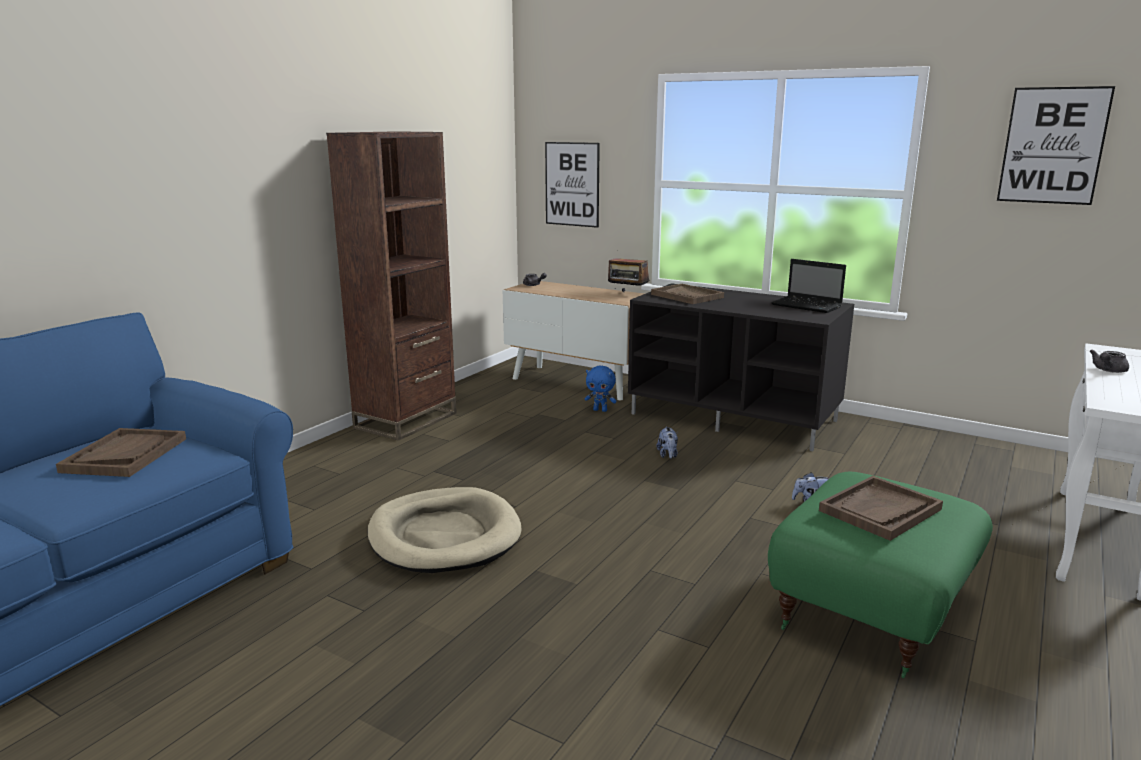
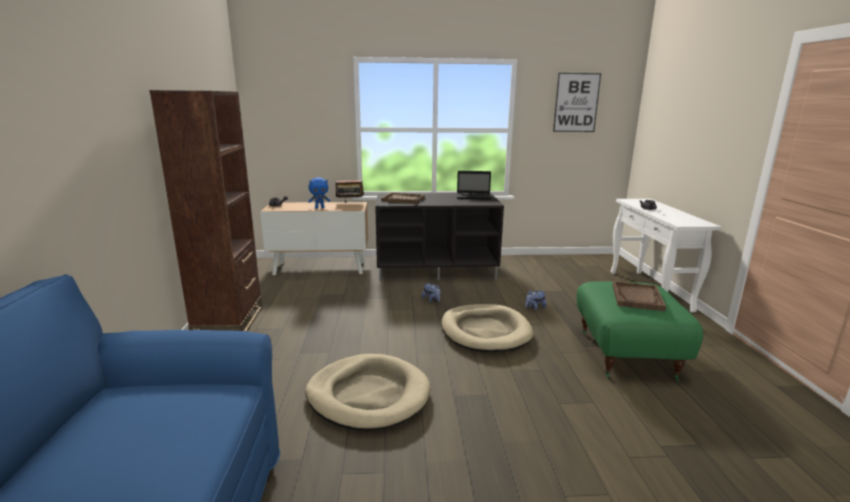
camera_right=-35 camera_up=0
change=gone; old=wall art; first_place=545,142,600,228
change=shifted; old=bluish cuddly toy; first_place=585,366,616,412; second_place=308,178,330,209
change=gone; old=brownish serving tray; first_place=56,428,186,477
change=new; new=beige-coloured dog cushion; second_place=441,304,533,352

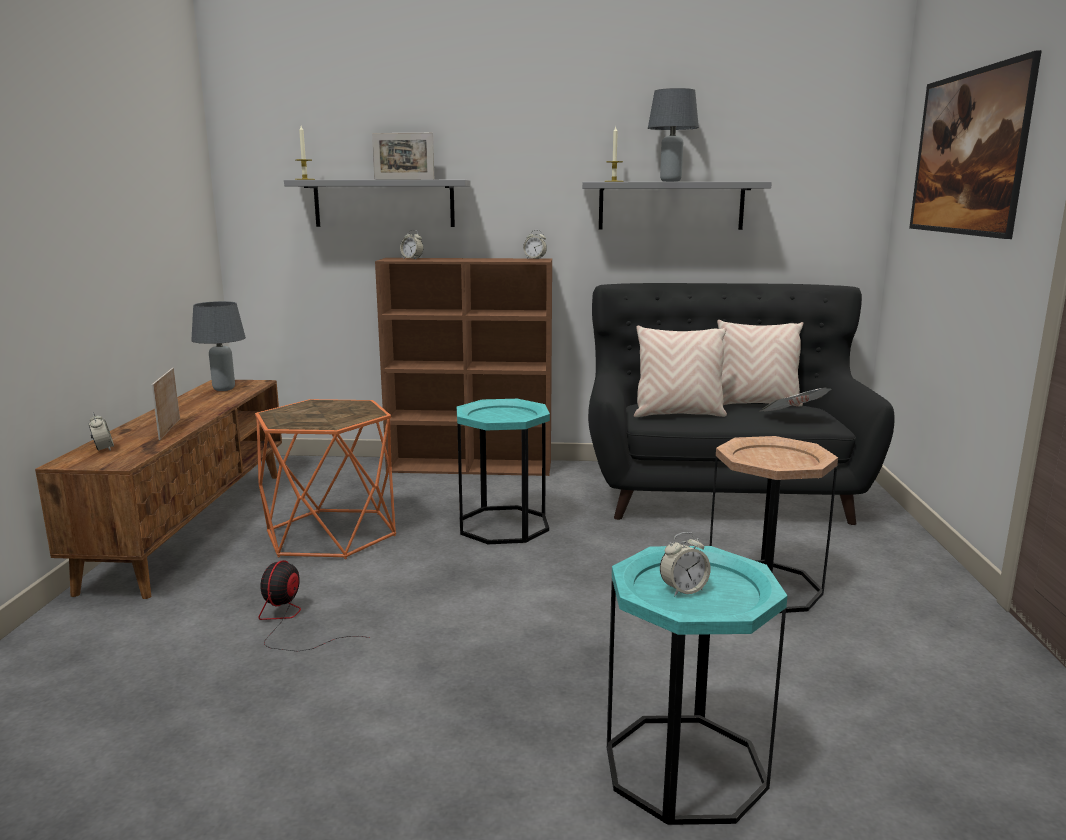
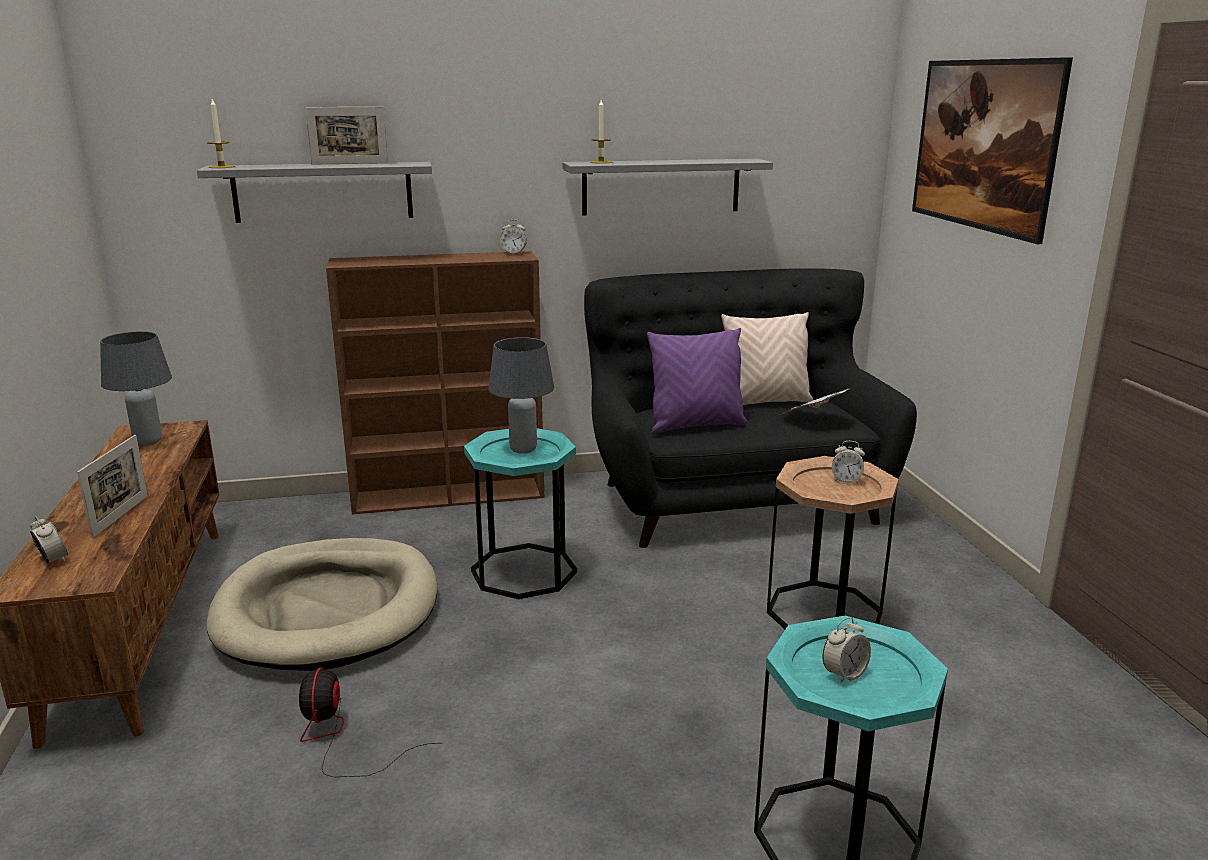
camera_right=-15 camera_up=5
change=shifted; old=gray lamp for a table; first_place=648,88,699,182; second_place=489,337,554,454
change=shifted; old=bedside clock; first_place=400,230,424,259; second_place=832,441,865,484
change=repainted; old=beige-coloured cushion; new=purple cushion; first_place=634,326,727,417; second_place=647,328,748,434
change=rotated; old=standing frame; first_place=151,367,180,440; second_place=77,435,148,538; degrees=-150
change=swapped; old=orangey side table; new=beige-coloured dog cushion; first_place=255,399,396,559; second_place=206,538,437,671

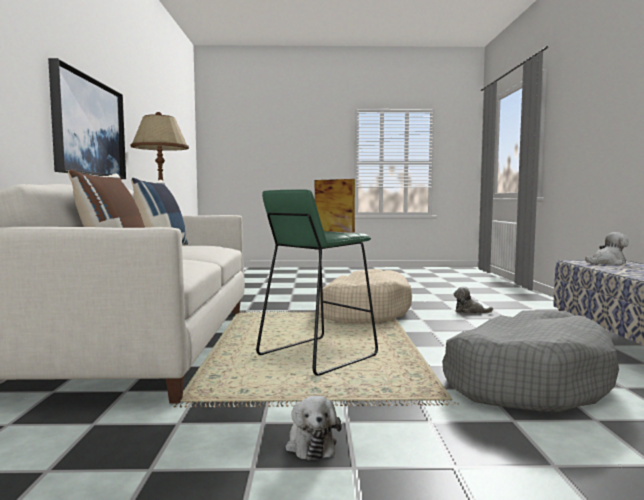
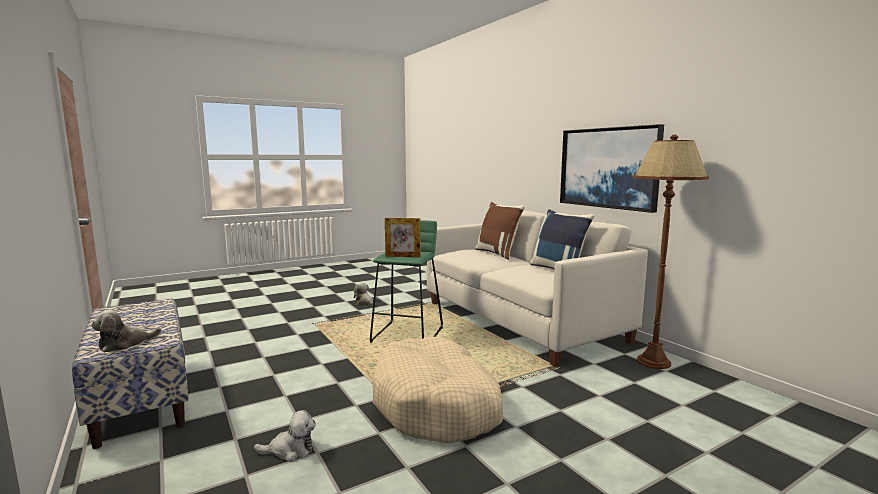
camera_right=150 camera_up=5
change=gone; old=gray dog cushion; first_place=442,310,619,412

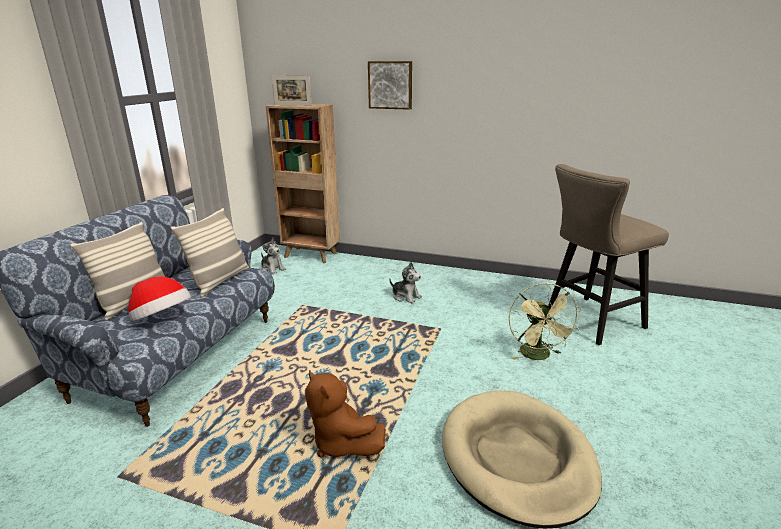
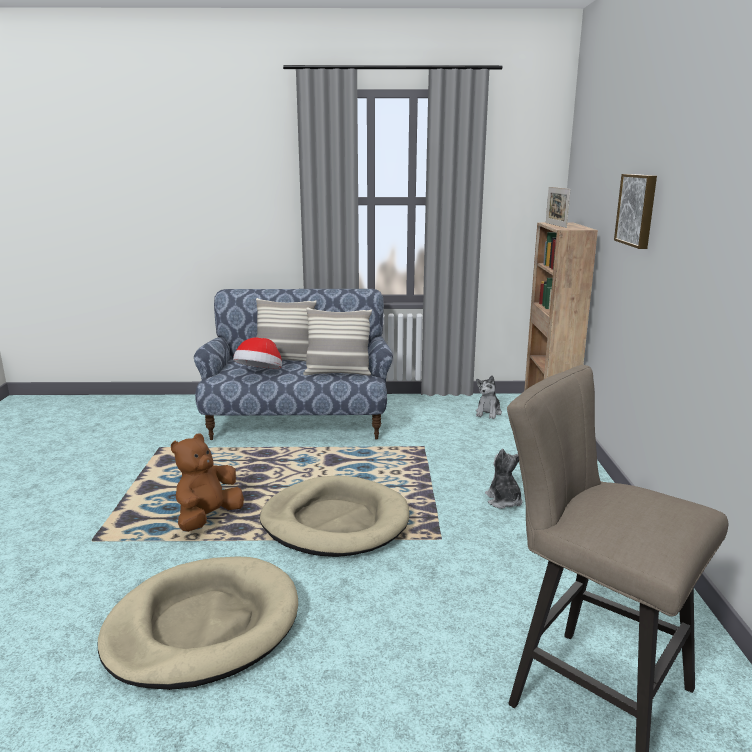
camera_right=70 camera_up=-5
change=rotated; old=cuddly toy; first_place=389,262,422,304; second_place=485,448,522,509; degrees=150
change=gone; old=greenish electric fan; first_place=509,283,581,360
change=new; new=beige-coloured dog cushion; second_place=260,475,409,557

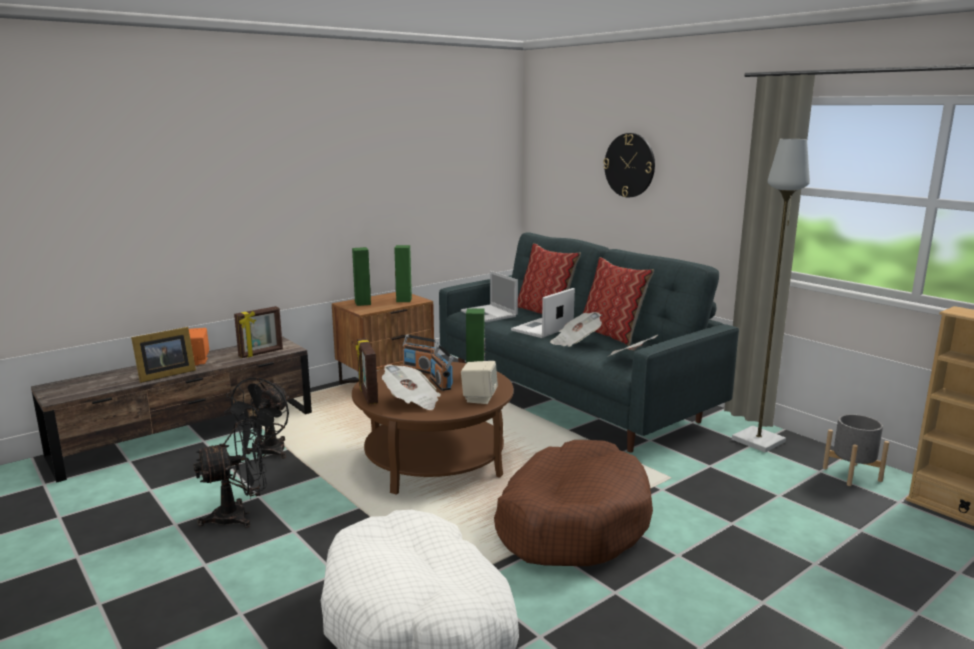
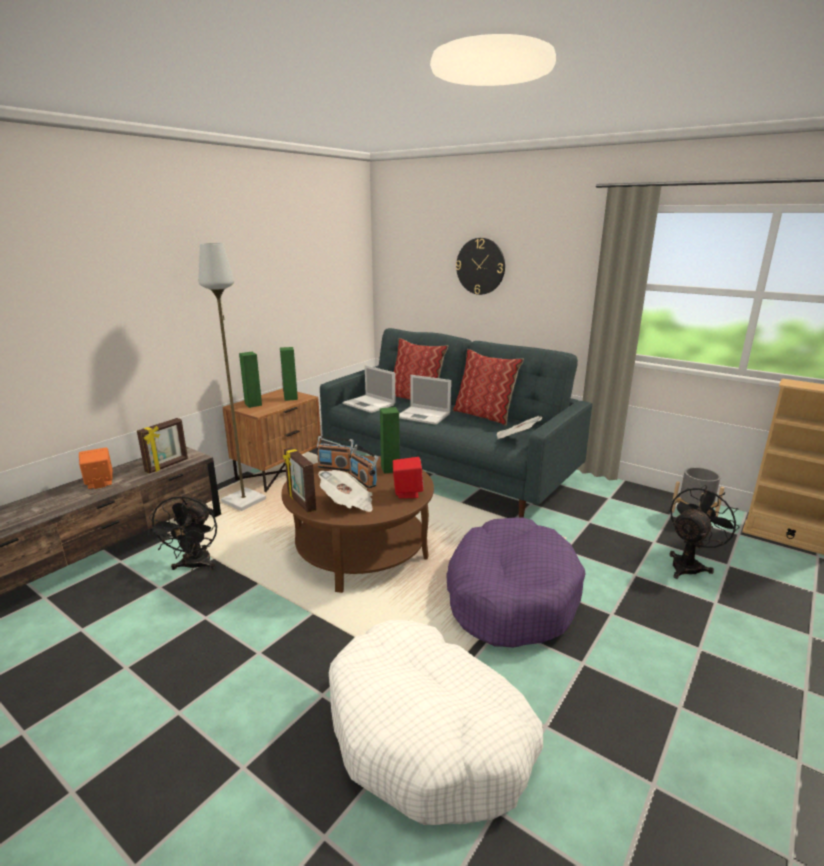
camera_right=-15 camera_up=5
change=shifted; old=gray standard lamp; first_place=732,139,810,453; second_place=198,243,266,511
change=rotated; old=portable computer; first_place=511,288,575,338; second_place=399,375,451,425; degrees=-90
change=gone; old=daily paper; first_place=550,312,602,347
change=gone; old=standing frame; first_place=131,327,196,383
change=repainted; old=beige-coloured audio speaker; new=reddish audio speaker; first_place=461,361,498,404; second_place=393,457,424,498
change=shifted; old=black electric fan; first_place=193,419,267,528; second_place=669,485,739,579
change=repainted; old=brownish dog cushion; new=purple dog cushion; first_place=494,440,653,566; second_place=446,517,586,648

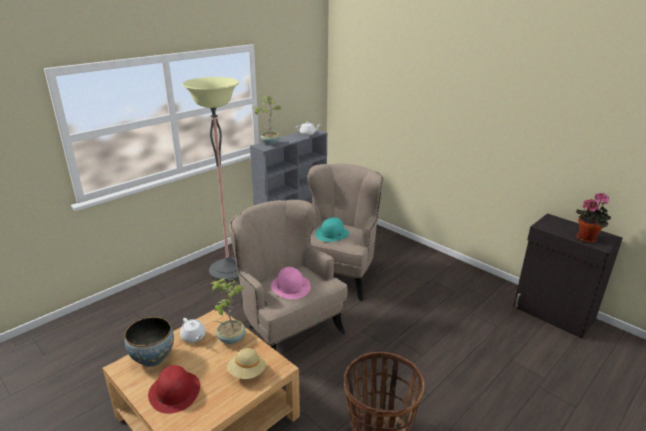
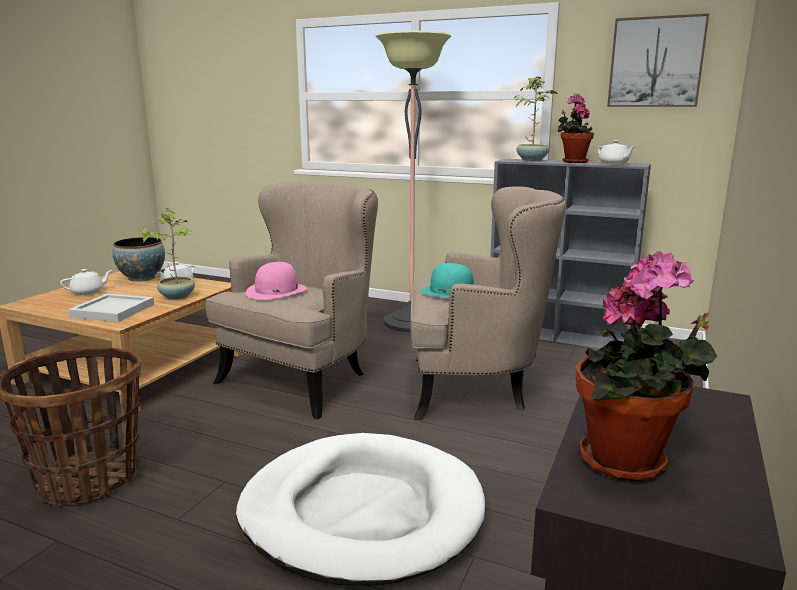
camera_right=70 camera_up=-10
change=swapped; old=beige-coloured hat; new=white-coloured serving tray; first_place=227,348,266,379; second_place=68,293,154,322
change=swapped; old=reddish hat; new=white-coloured teapot; first_place=148,365,200,414; second_place=60,269,113,295
change=new; new=wall art; second_place=607,13,709,107
change=new; new=houseplant; second_place=557,94,594,163
change=new; new=white-coloured dog cushion; second_place=236,433,485,586

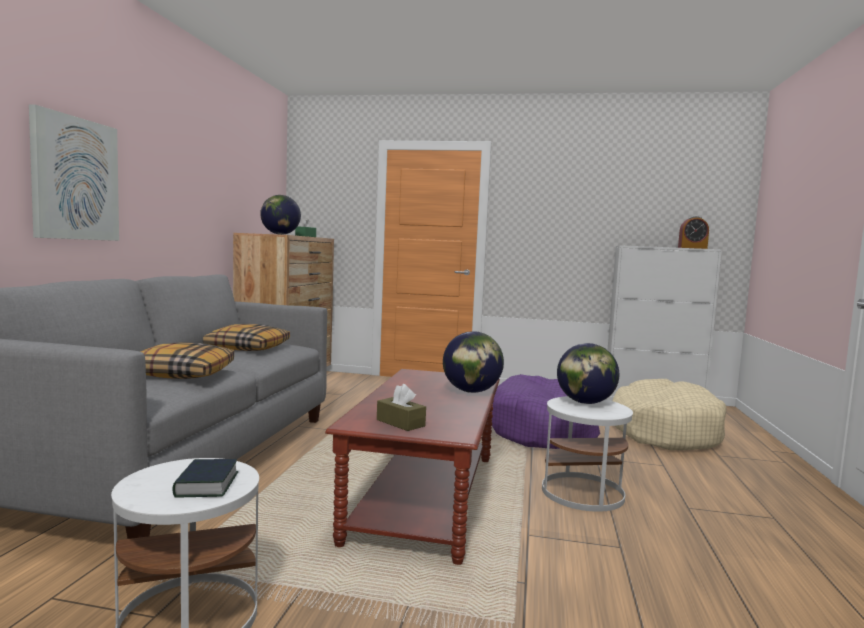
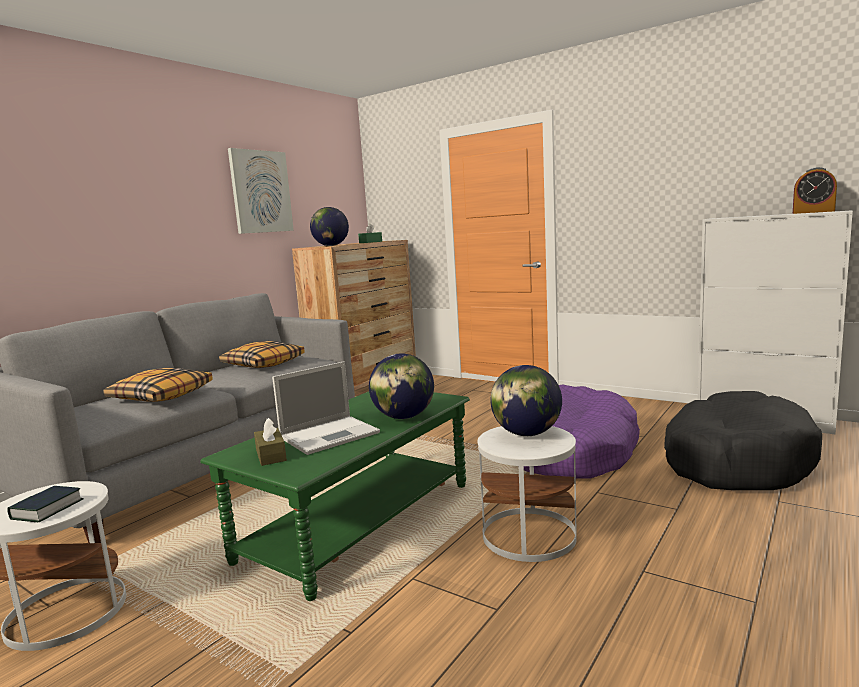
camera_right=25 camera_up=5
change=shifted; old=wall art; first_place=29,104,119,241; second_place=228,148,294,234
change=repainted; old=brownish low table; new=greenish low table; first_place=325,369,500,565; second_place=200,392,470,601
change=repainted; old=beige-coloured dog cushion; new=black dog cushion; first_place=612,379,726,450; second_place=664,391,822,490
change=new; new=portable computer; second_place=272,361,380,455

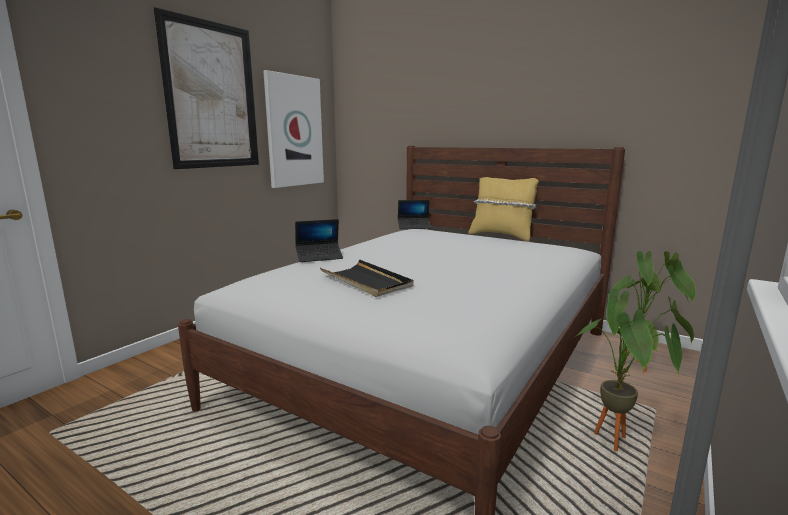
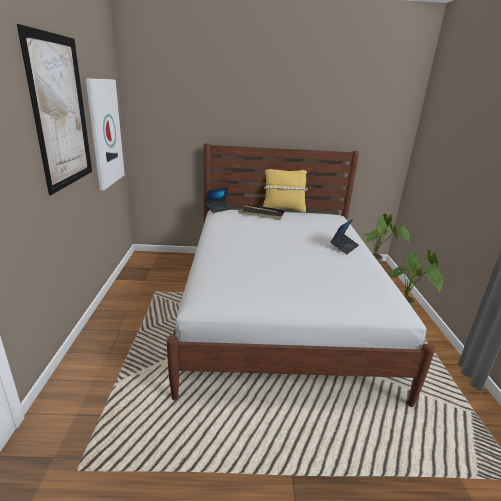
camera_right=-35 camera_up=10
change=shifted; old=portable computer; first_place=295,219,343,262; second_place=330,219,359,254
change=shifted; old=black serving tray; first_place=320,260,414,297; second_place=238,204,285,220

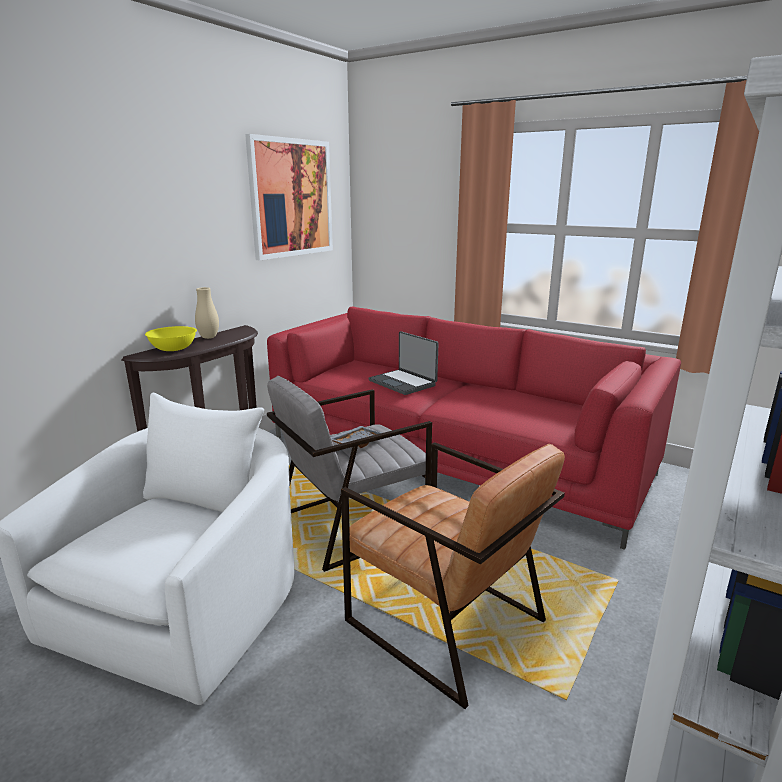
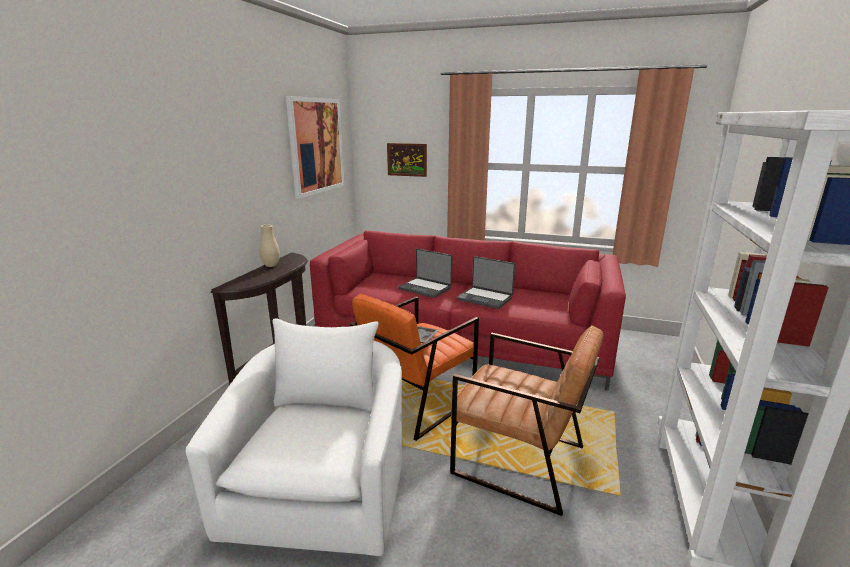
camera_right=-15 camera_up=0
change=gone; old=yellow-coloured deep dish; first_place=145,326,197,351
change=repainted; old=gray easy chair; new=orangey easy chair; first_place=267,376,432,572; second_place=350,294,479,441
change=new; new=wall art; second_place=387,143,427,177
change=new; new=portable computer; second_place=457,256,515,309

